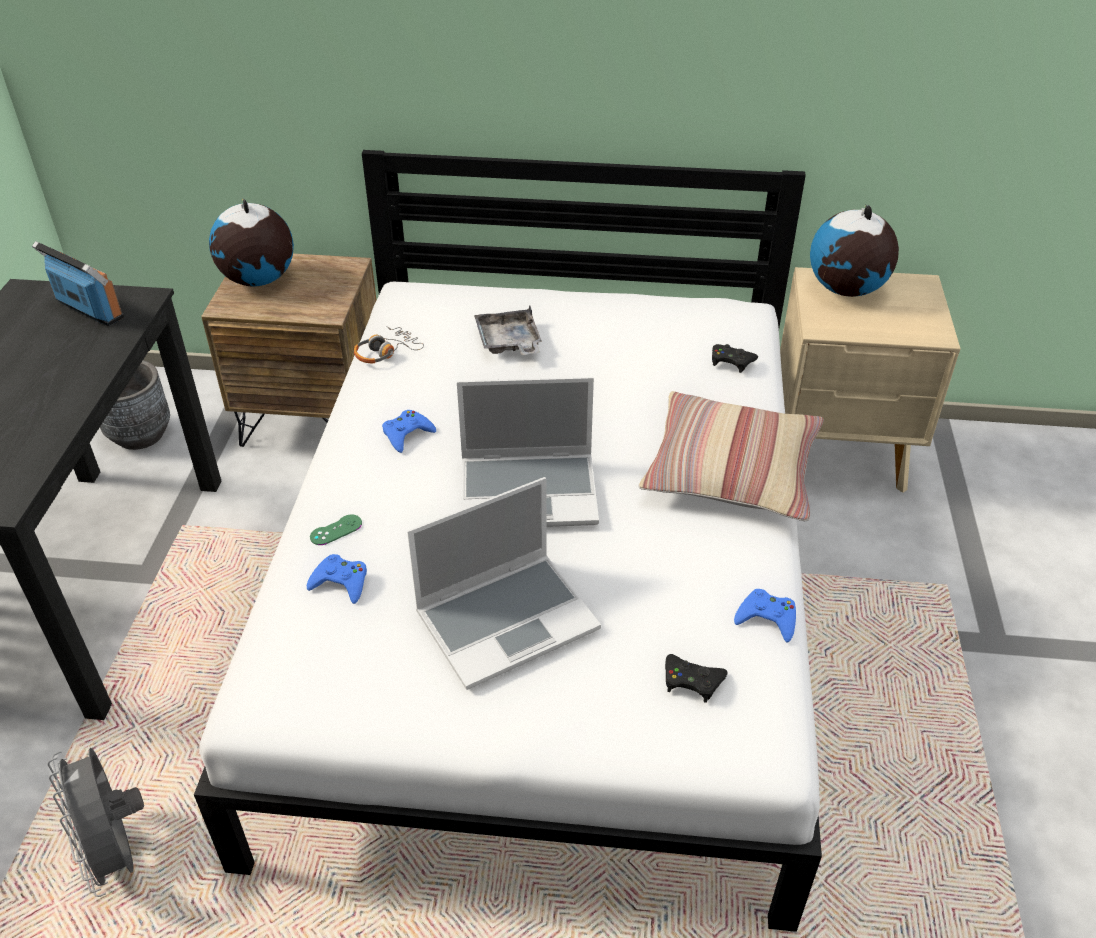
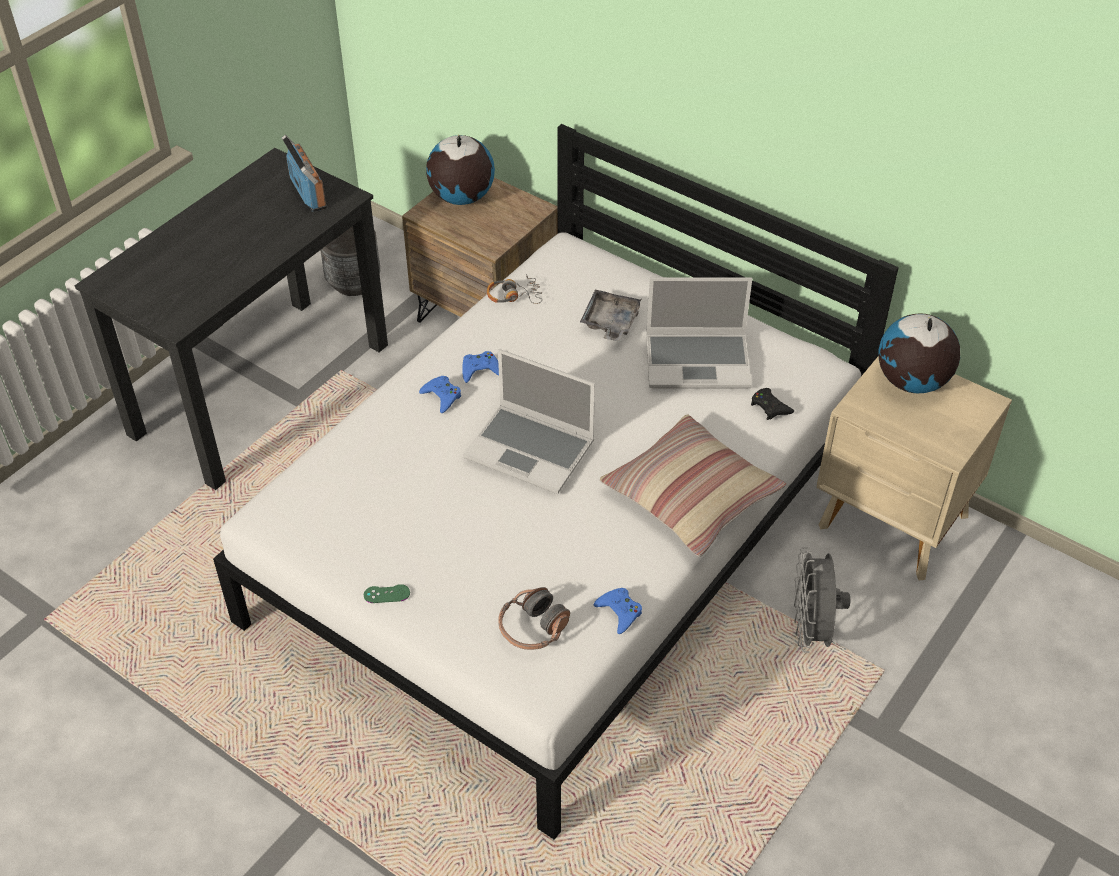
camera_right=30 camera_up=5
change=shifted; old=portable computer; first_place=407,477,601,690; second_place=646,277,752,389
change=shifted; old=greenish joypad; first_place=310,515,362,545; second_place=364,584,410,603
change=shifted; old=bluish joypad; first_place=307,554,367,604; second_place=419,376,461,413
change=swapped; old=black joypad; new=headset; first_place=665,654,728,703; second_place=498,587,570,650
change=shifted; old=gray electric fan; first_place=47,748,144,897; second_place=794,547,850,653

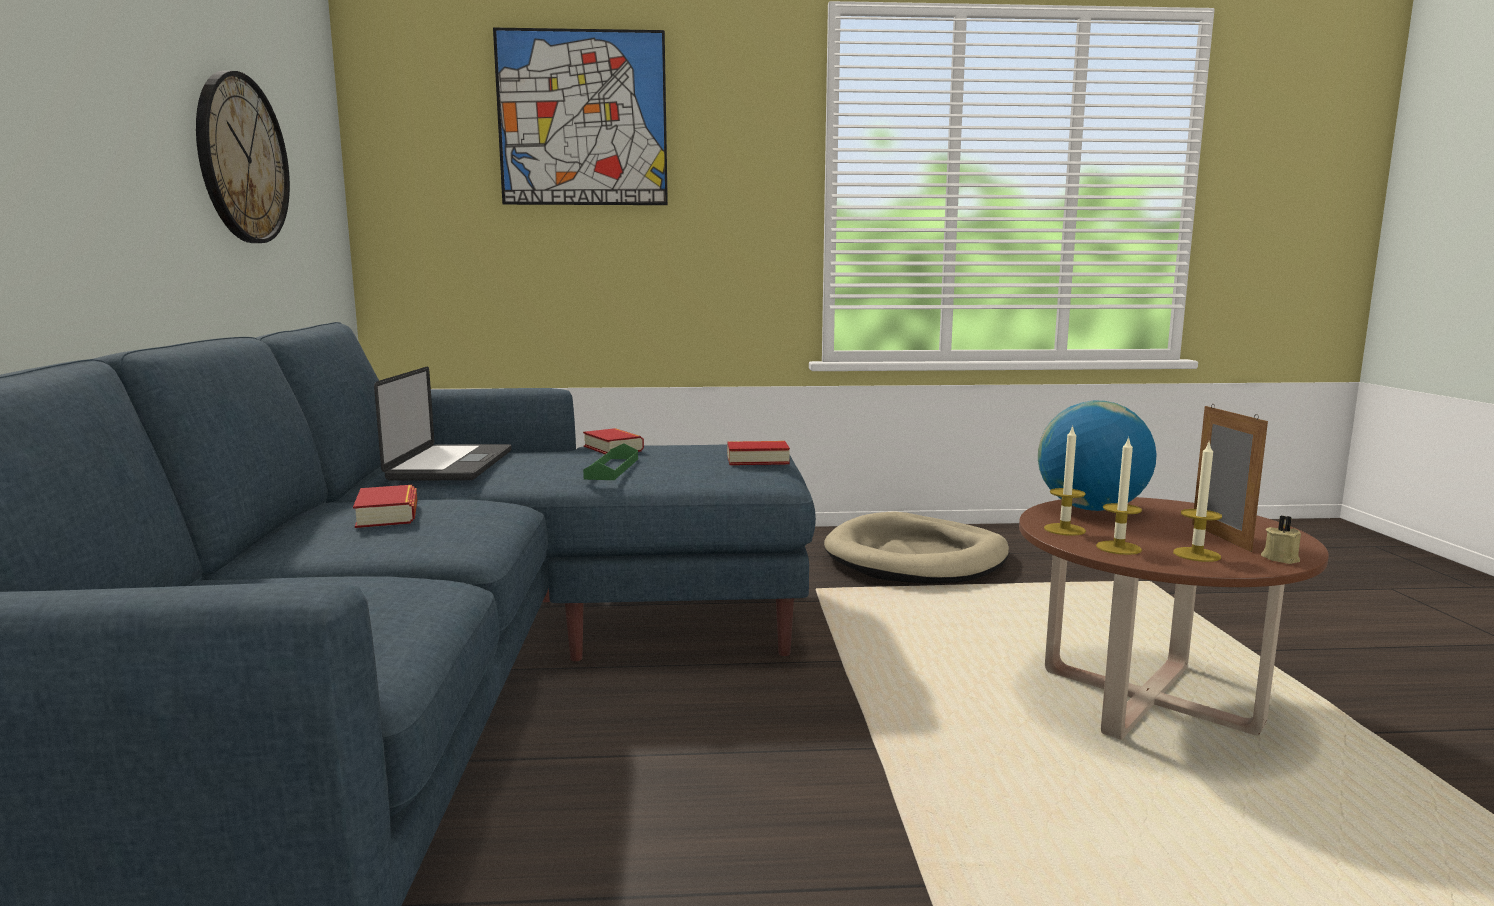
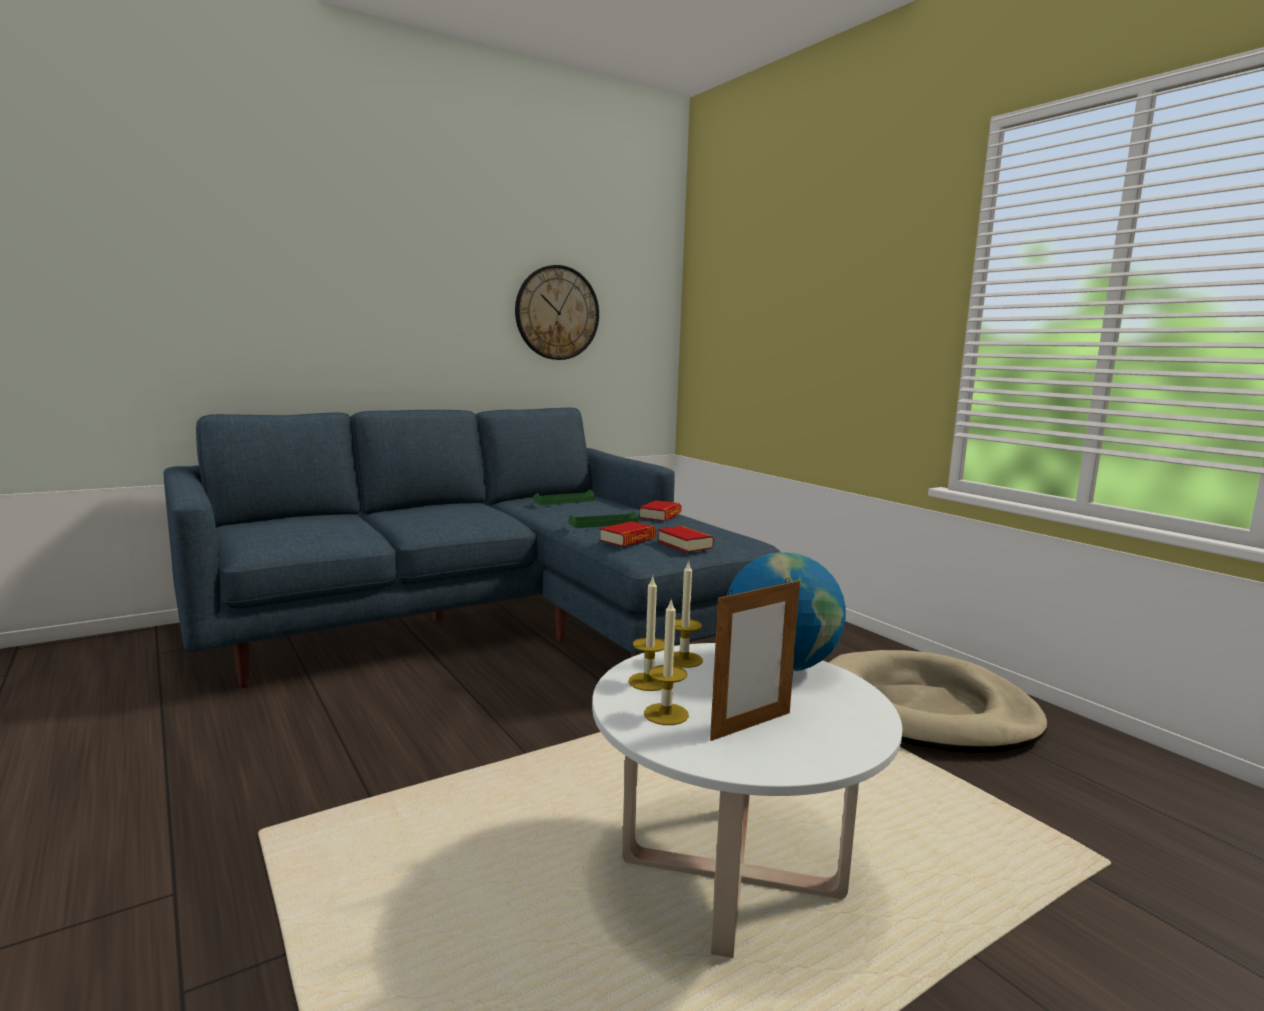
camera_right=60 camera_up=0
change=gone; old=wall art; first_place=493,27,668,205
change=swapped; old=portable computer; new=greenish serving tray; first_place=374,366,512,480; second_place=533,489,595,505
change=shifted; old=volume; first_place=353,485,417,528; second_place=600,521,656,547
change=repainted; old=brownish low table; new=white-coloured low table; first_place=1019,497,1329,740; second_place=592,643,902,958
change=gone; old=beige-coloured wax light; first_place=1261,515,1301,564

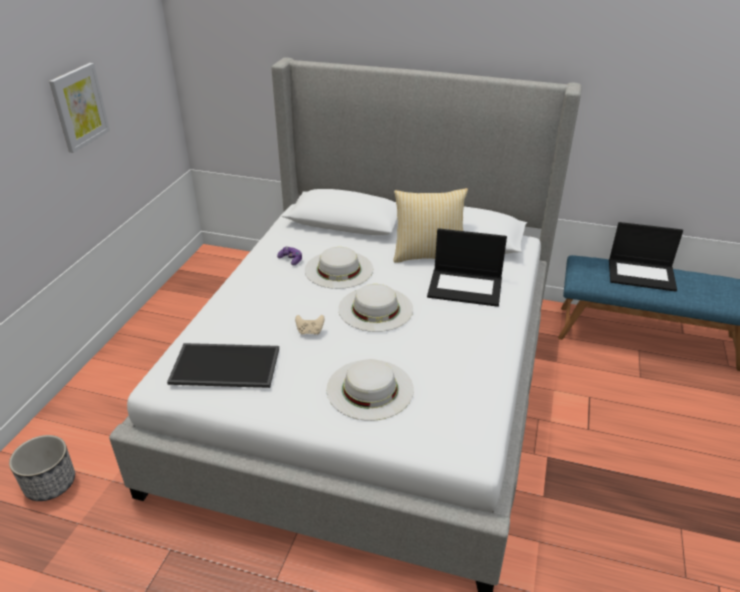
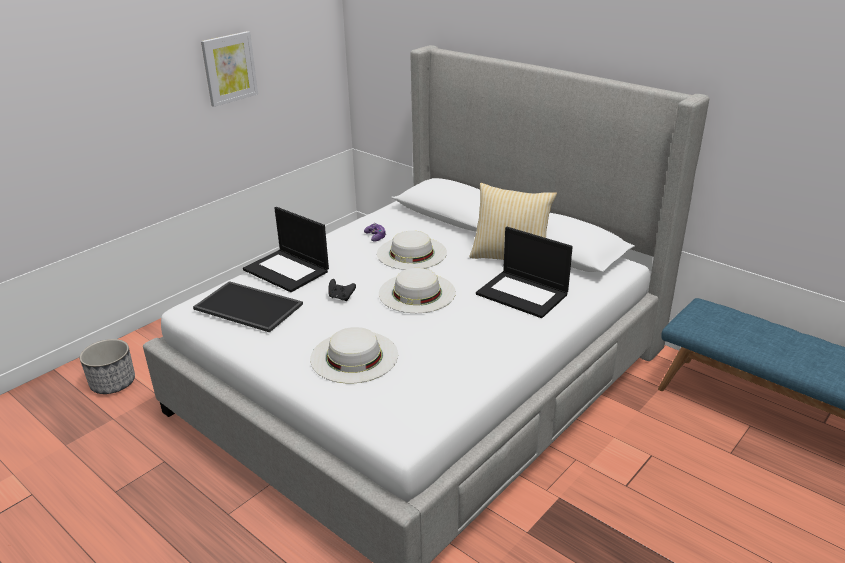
camera_right=25 camera_up=-5
change=shifted; old=portable computer; first_place=609,222,683,292; second_place=243,207,329,292
change=repainted; old=beige-coloured joypad; new=black joypad; first_place=295,315,325,335; second_place=328,279,356,301

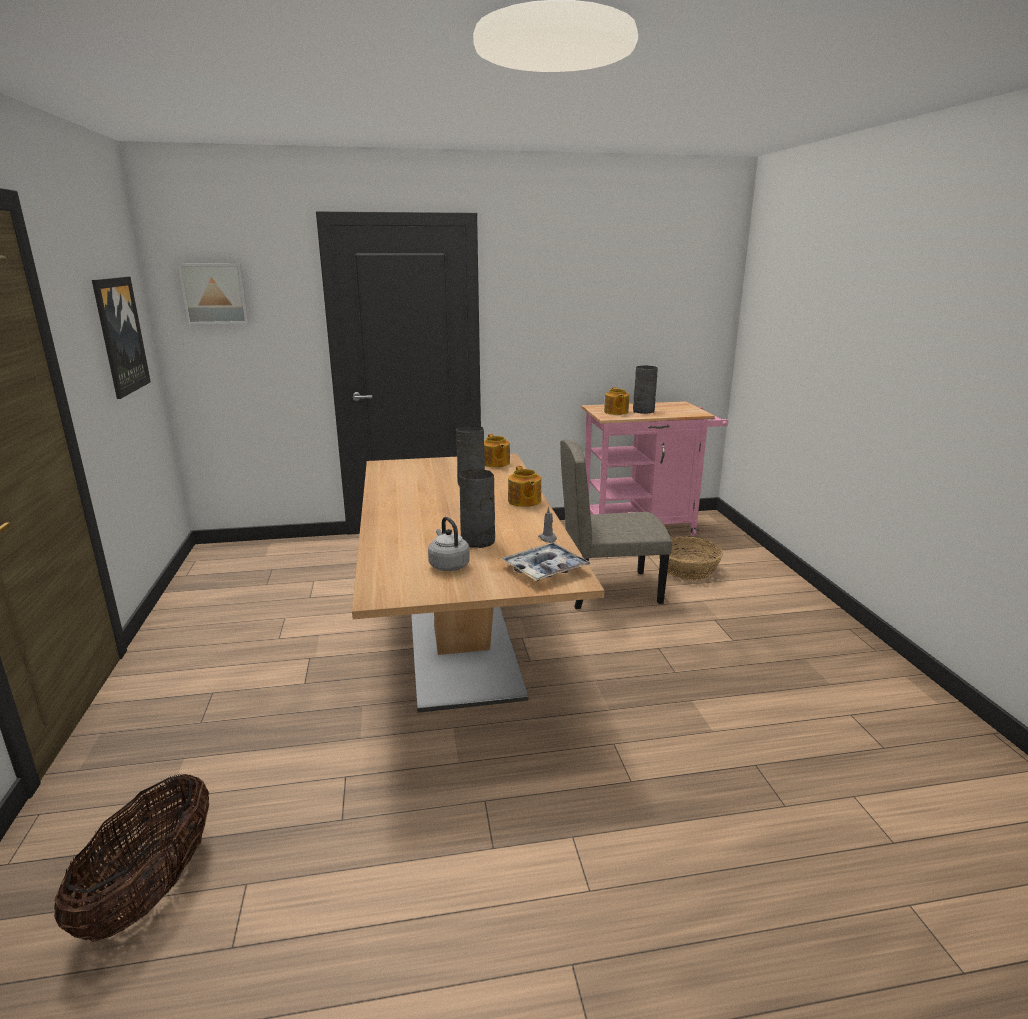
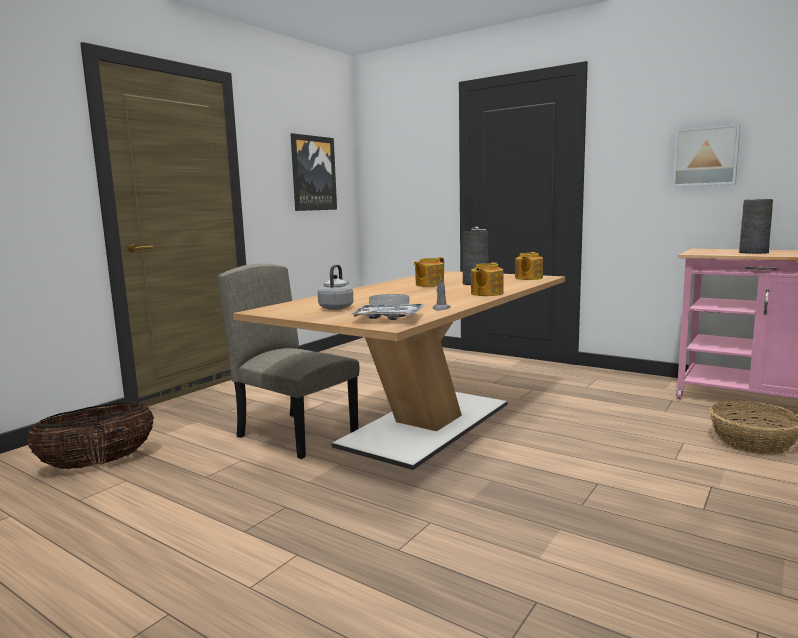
camera_right=45 camera_up=-10
change=shifted; old=wall art; first_place=178,264,249,324; second_place=672,124,740,187
change=shifted; old=teapot; first_place=604,387,629,415; second_place=414,257,444,287
change=shifted; old=beige-coloured chair; first_place=560,439,672,609; second_place=218,263,359,459
change=swapped; old=gray flower vase; new=white-coloured flat dish; first_place=459,469,495,548; second_place=369,294,409,305

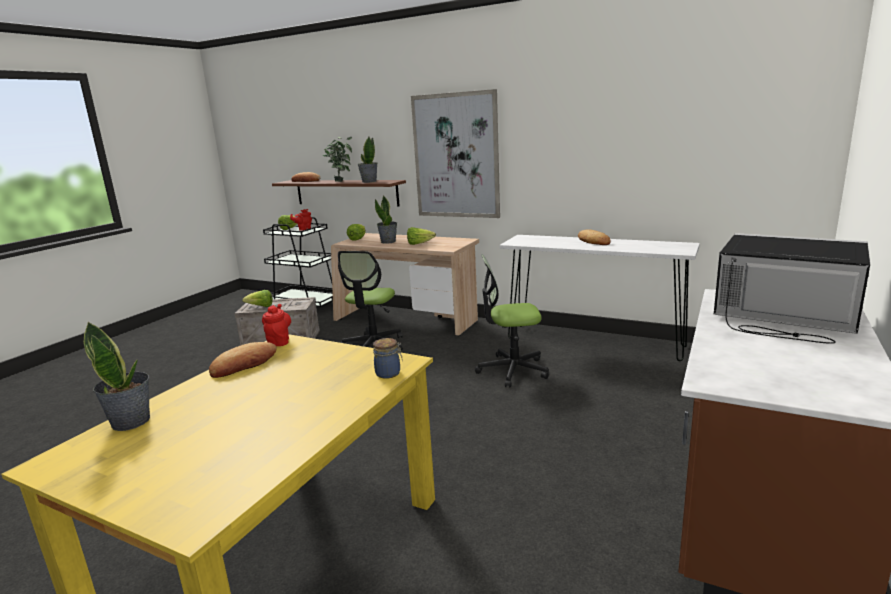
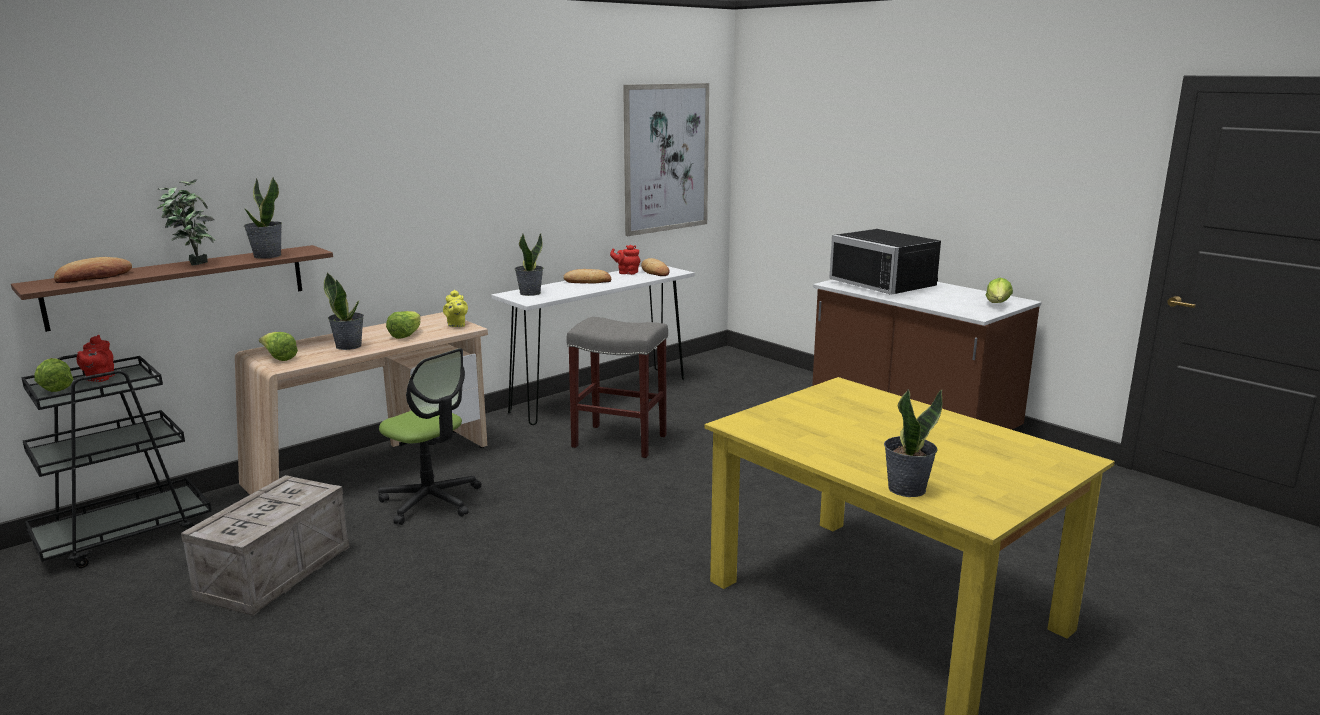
camera_right=-70 camera_up=0
change=shifted; old=wall art; first_place=411,89,500,218; second_place=623,83,709,236
change=rotated; old=black microwave; first_place=714,233,870,344; second_place=829,229,941,295; degrees=-90
change=swapped; old=desk chair; new=gray stool; first_place=475,254,549,388; second_place=566,317,668,458
change=shifted; old=lettuce; first_place=242,290,273,307; second_place=986,278,1013,303
change=shifted; old=reddish teapot; first_place=262,304,291,346; second_place=610,245,640,275
change=gone; old=storage jar; first_place=373,338,403,379
change=shifted; old=bread; first_place=209,342,277,378; second_place=641,258,670,276
change=new; new=houseplant; second_place=515,233,543,296
change=new; new=yellow-coloured teapot; second_place=443,290,468,327

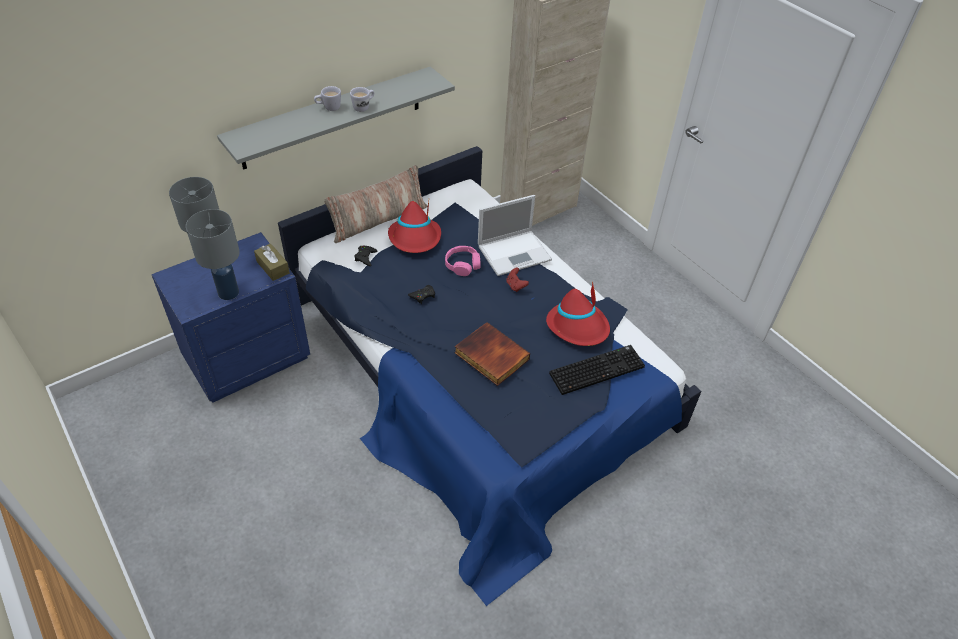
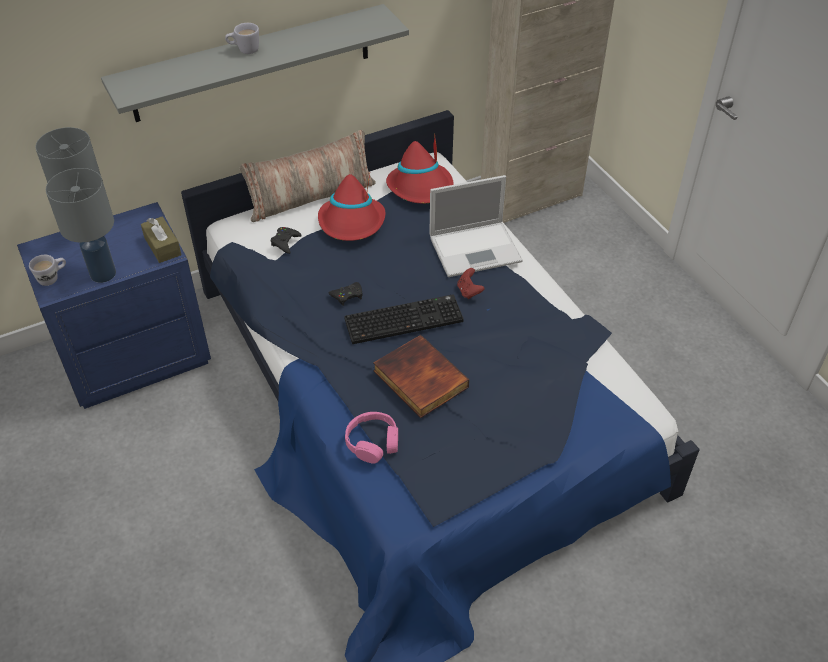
camera_right=10 camera_up=0
change=shifted; old=white-coloured mug; first_place=350,87,374,112; second_place=29,255,66,286
change=shifted; old=pink headset; first_place=445,246,481,276; second_place=345,412,398,464
change=shifted; old=reddish hat; first_place=546,281,610,346; second_place=386,134,454,203
change=shifted; old=PC keyboard; first_place=549,345,645,395; second_place=344,295,464,344

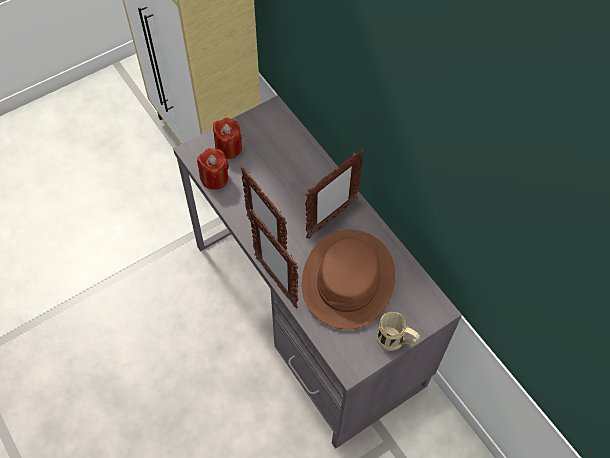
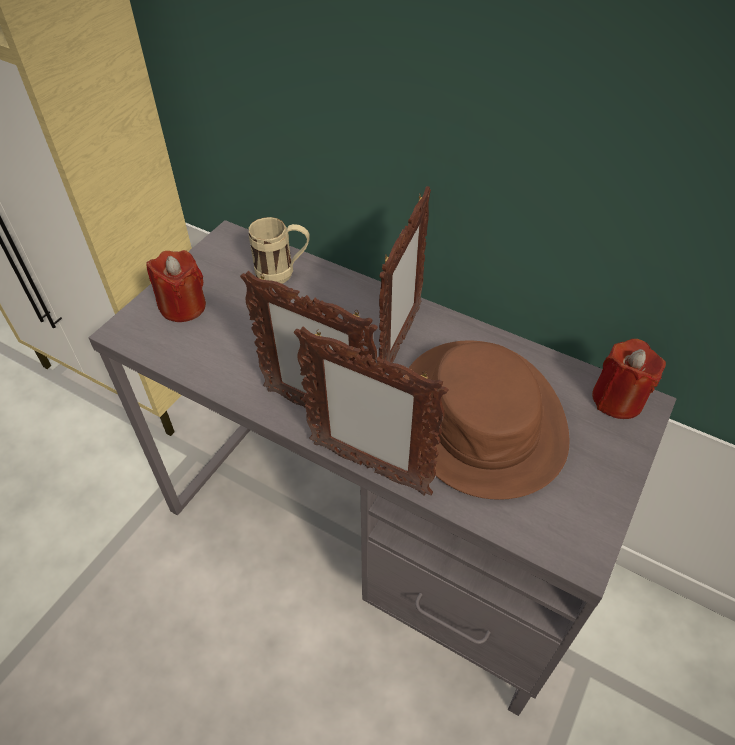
camera_right=-25 camera_up=-10
change=shifted; old=reddish wax light; first_place=197,148,229,190; second_place=592,339,666,419
change=shifted; old=beige-coloured mug; first_place=377,311,420,351; second_place=249,217,310,284

